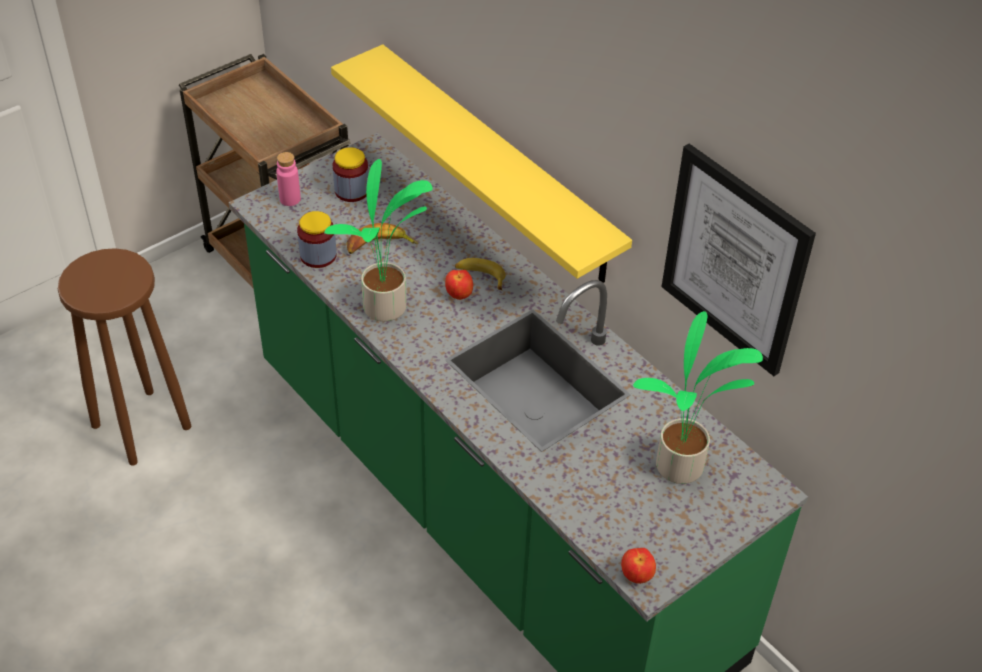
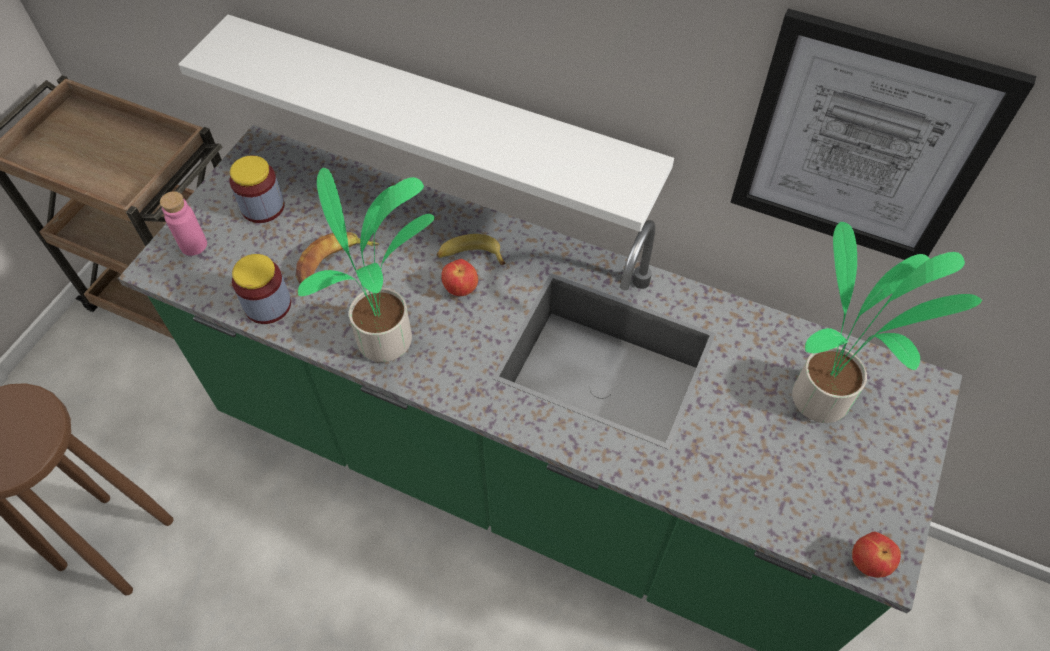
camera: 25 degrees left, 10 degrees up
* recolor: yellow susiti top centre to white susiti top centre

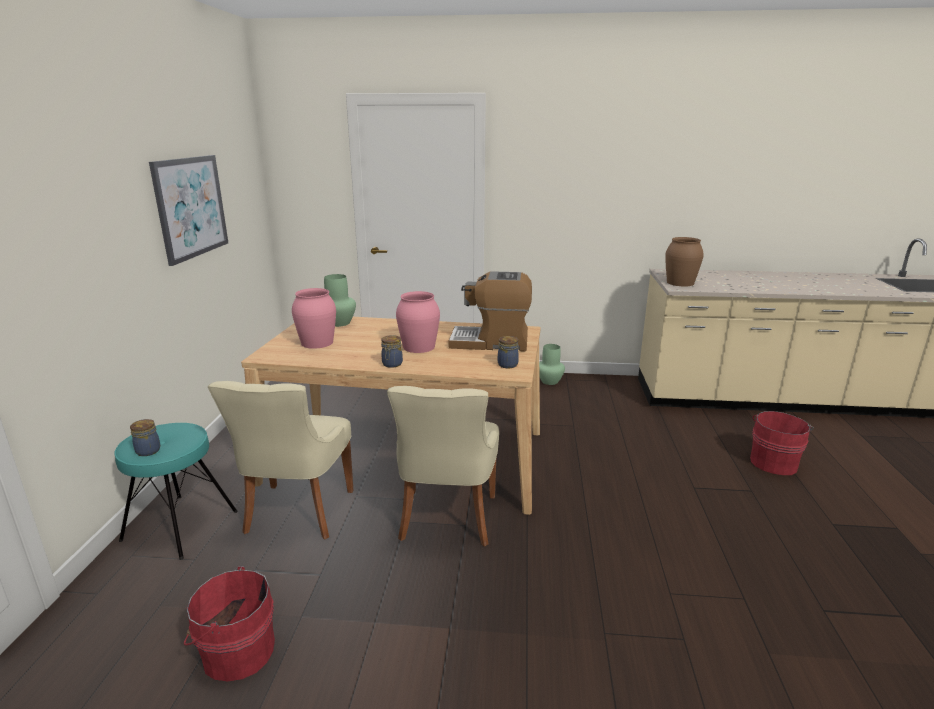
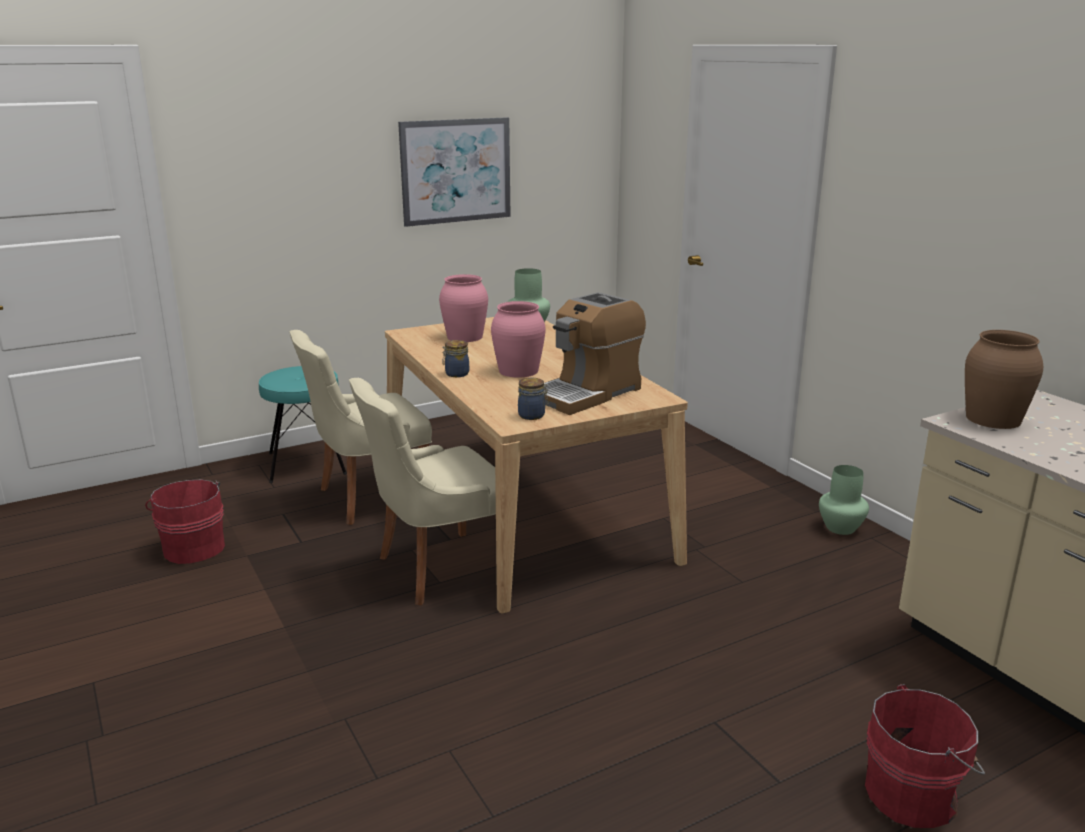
camera: 55 degrees right, 0 degrees up
* rotate: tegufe centre = centre 105 degrees counterclockwise
* delete: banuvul (1st from left) middle left

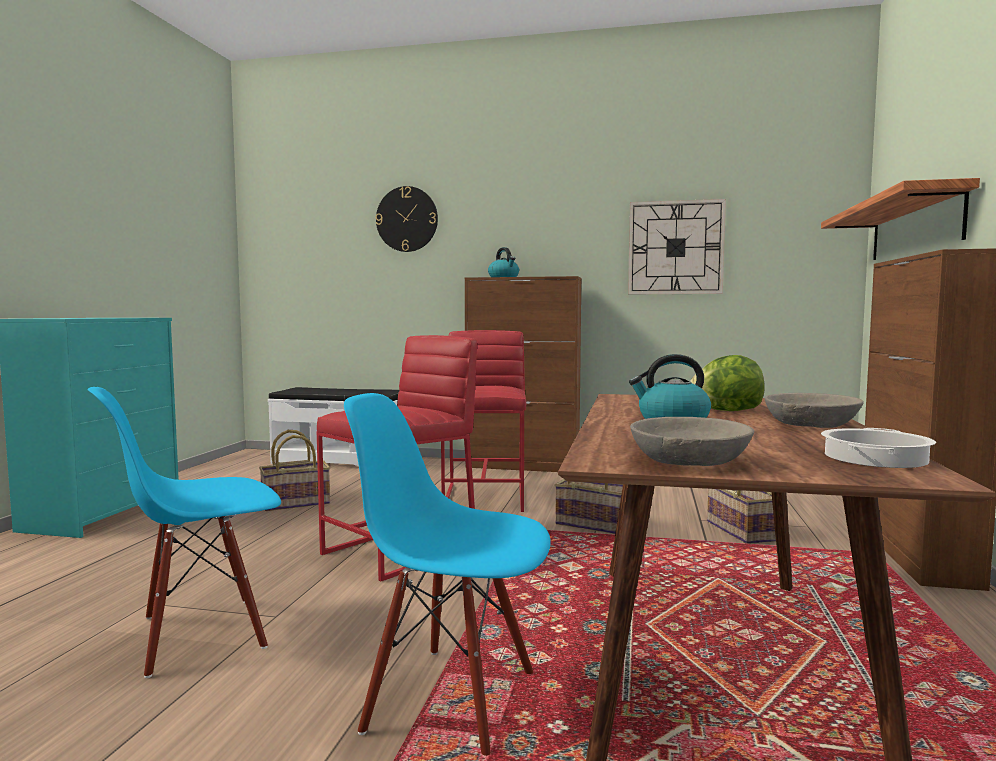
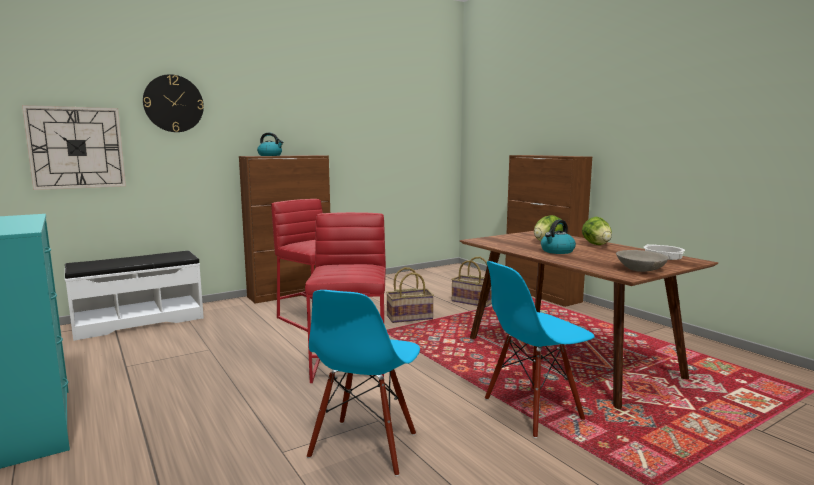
camera: 45 degrees left, 5 degrees up
* move: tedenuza (2nd from left in the first image) top right to tedenuza (1st from left) top left
* replace: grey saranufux (2nd from left) middle right to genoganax (2nd from left) middle right
* delete: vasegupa (1st from left) middle left
* delete: susiti top right

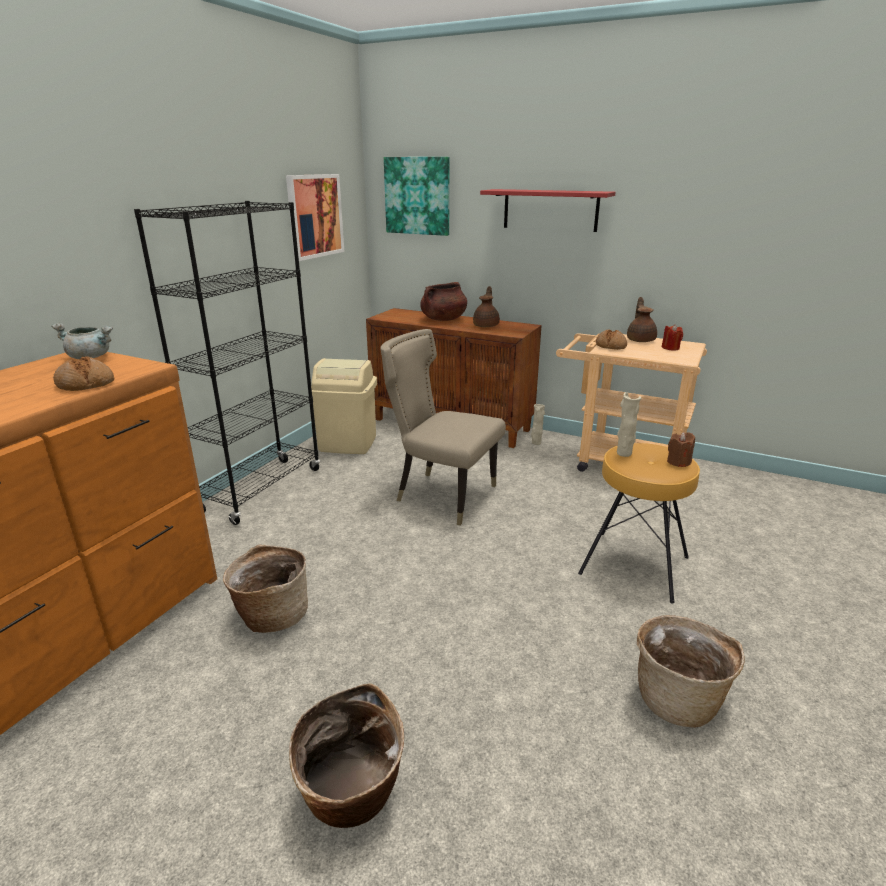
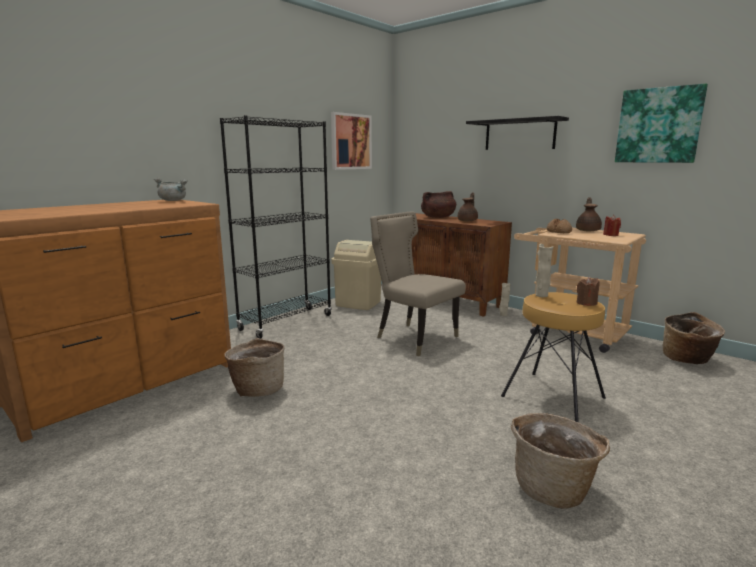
camera: 15 degrees right, 10 degrees down
* recolor: red susiti top centre to black susiti top right
* move: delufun (2nd from left) top centre to top right
* move: vasegupa (2nd from left in the first image) bottom centre to vasegupa (3rd from left) middle right
* delete: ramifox (1st from left) middle left

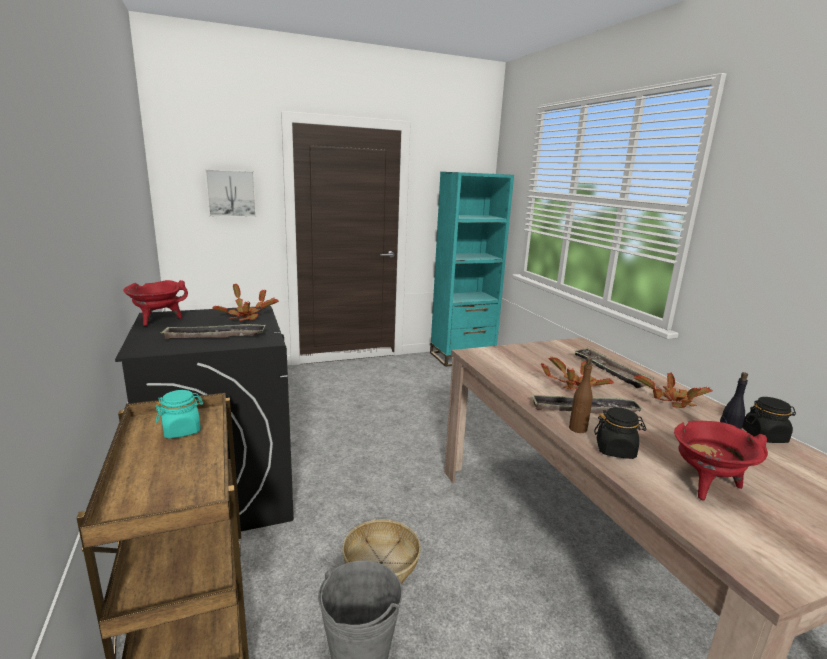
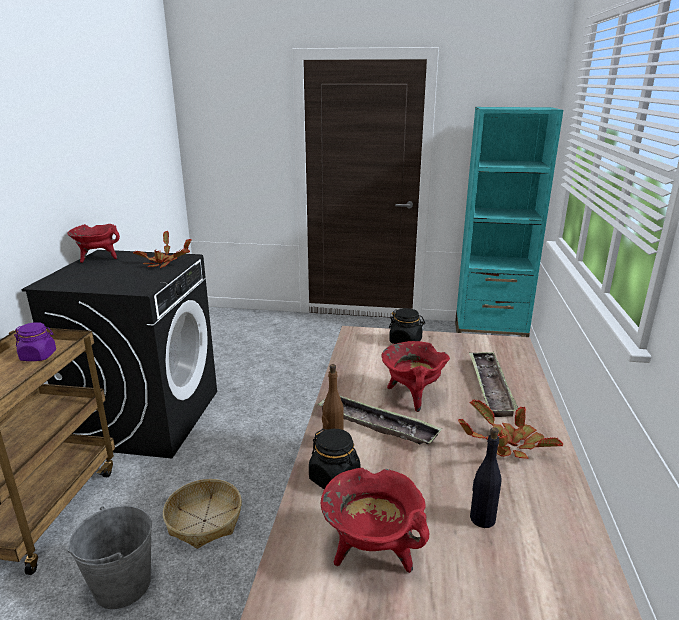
camera: 30 degrees right, 5 degrees up
* recolor: turquoise banuvul middle left to purple banuvul middle left
* replace: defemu (2nd from left) middle right to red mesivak (3rd from left) centre
* move: black banuvul (2nd from left) middle right to centre
* delete: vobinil (1st from left) middle left
* delete: delufun top left

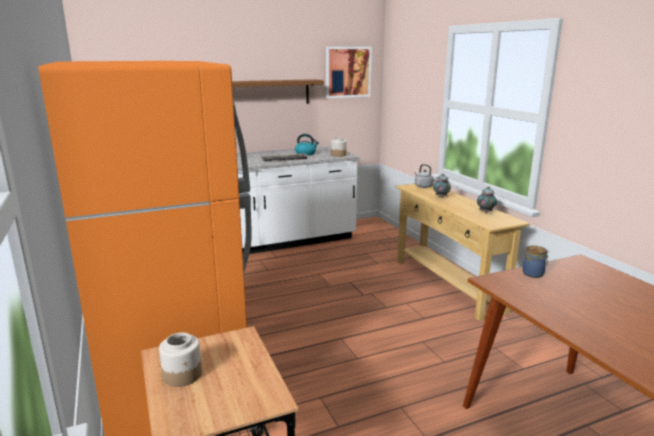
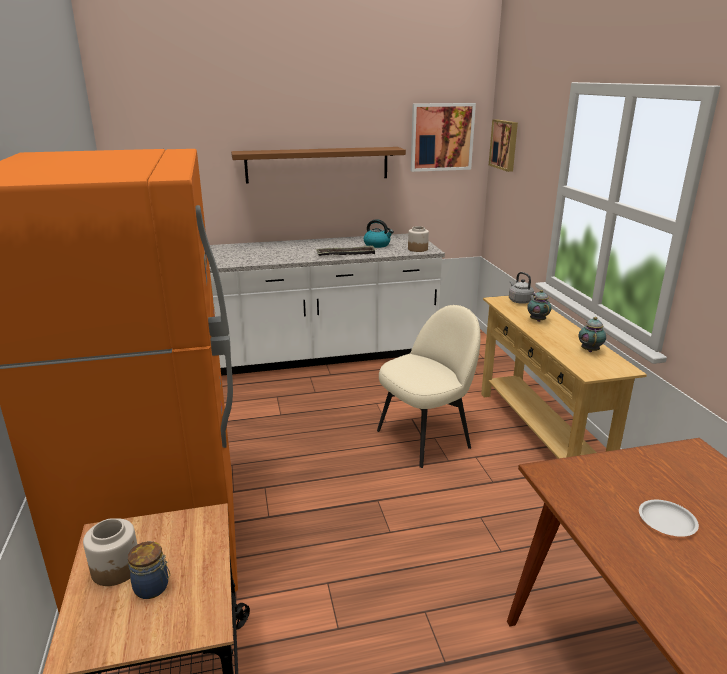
camera: 10 degrees right, 5 degrees up
* move: banuvul (3rd from left in the first image) middle right to banuvul (2nd from left) bottom left
* insert: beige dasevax centre
* insert: delufun (2nd from left) top right
* insert: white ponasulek bottom right

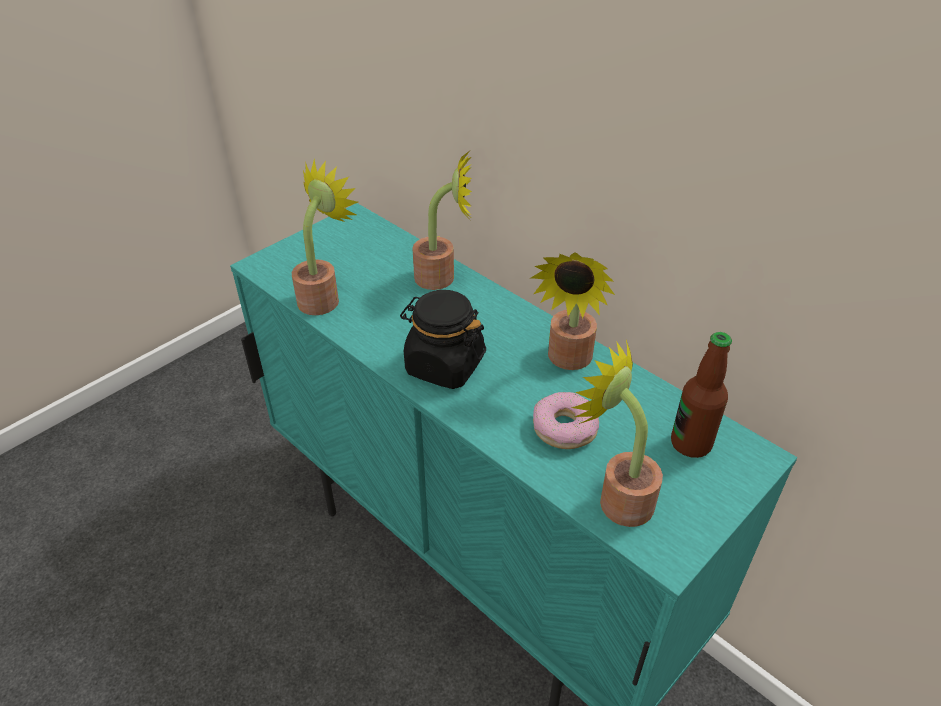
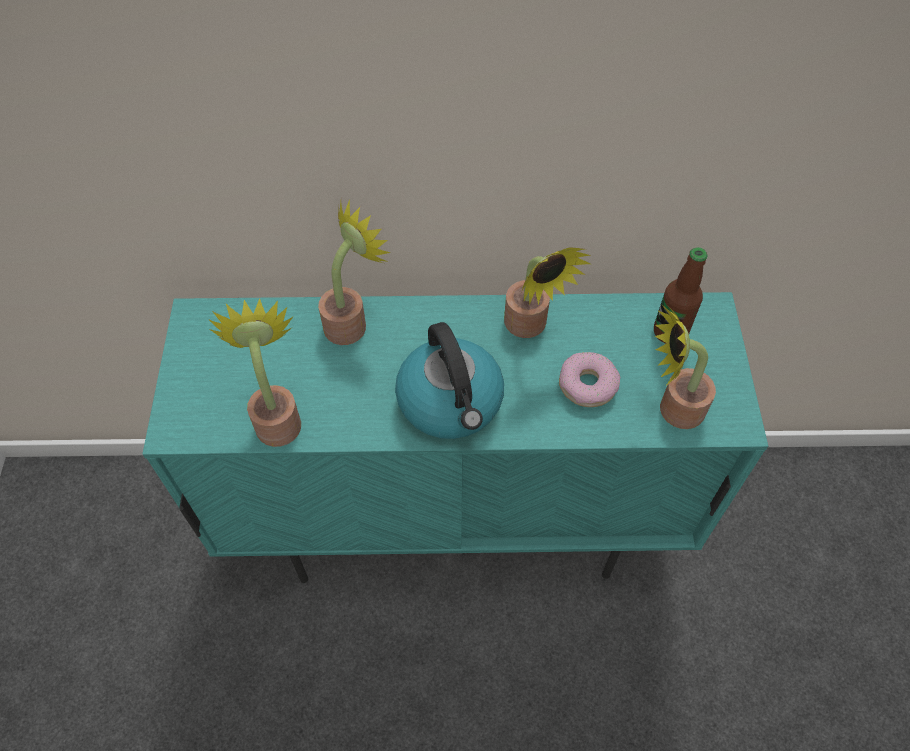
camera: 45 degrees left, 15 degrees up
* replace: black banuvul centre to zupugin centre

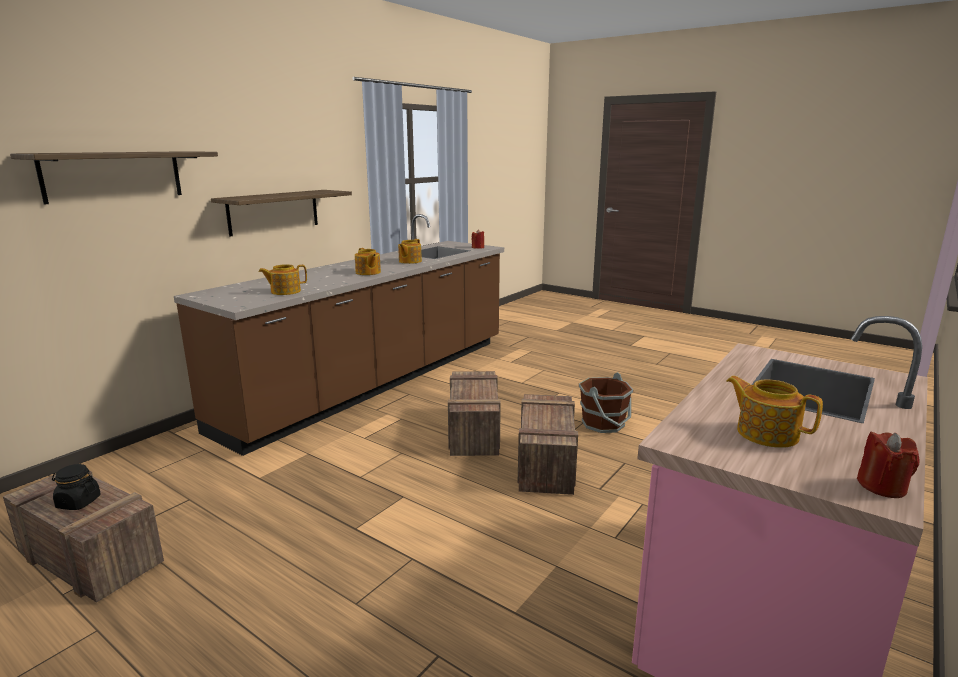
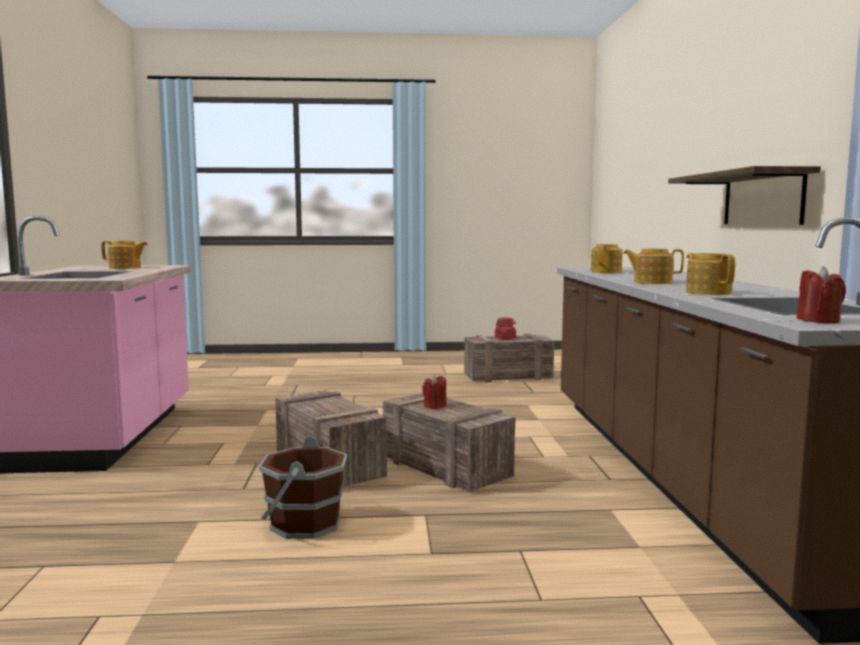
camera: 140 degrees right, 10 degrees down
* move: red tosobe (2nd from left in the first image) bottom right to red tosobe (1st from left) centre
* recolor: black banuvul bottom left to red banuvul centre
* delete: susiti (1st from left) top left

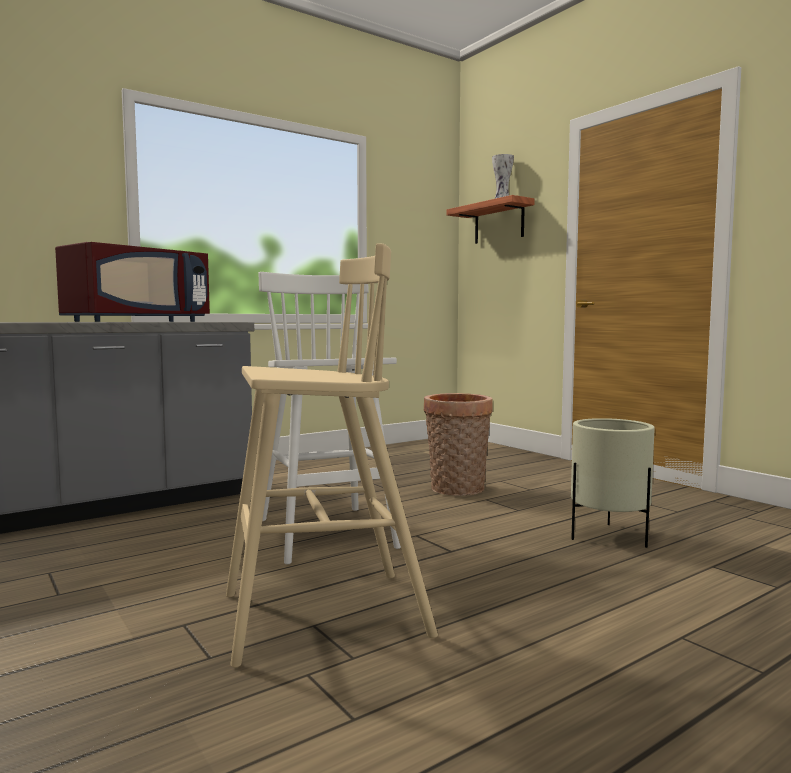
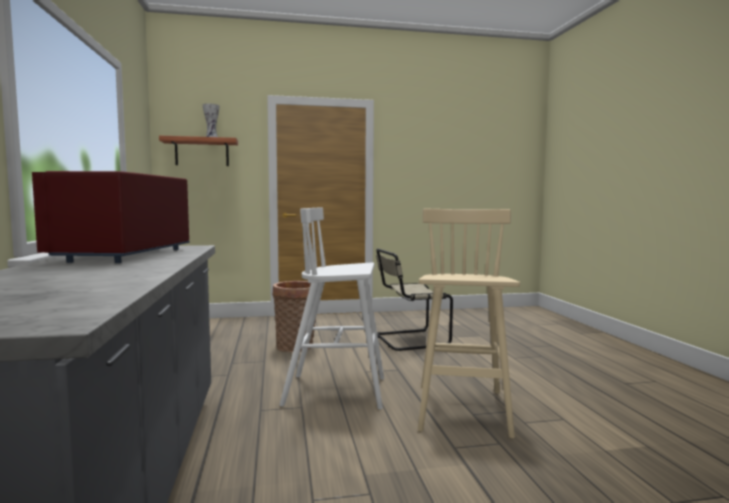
camera: 65 degrees left, 0 degrees up
* rotate: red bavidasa middle left = middle left 150 degrees counterclockwise
* replace: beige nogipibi middle right to beige dasevax centre

